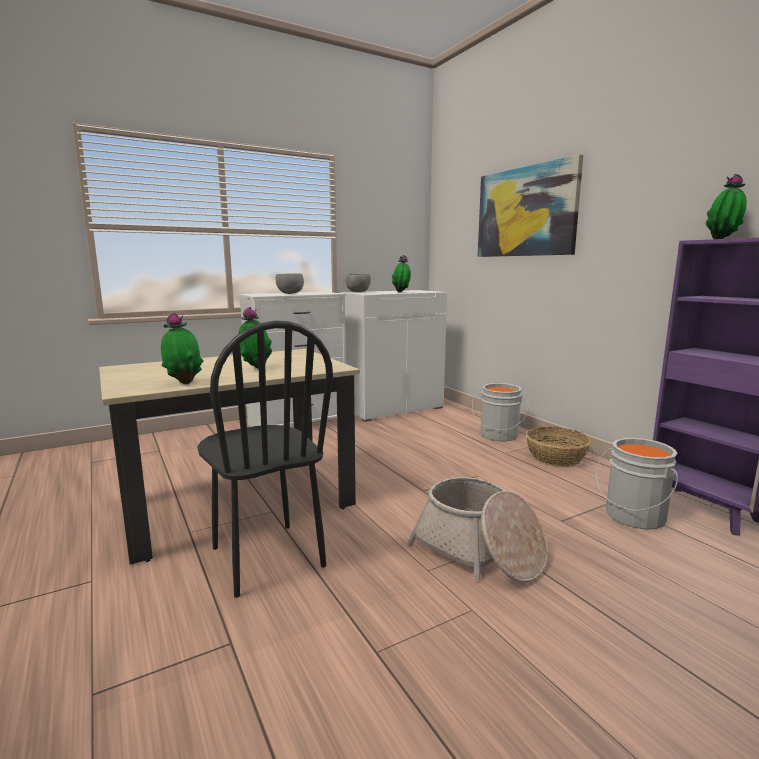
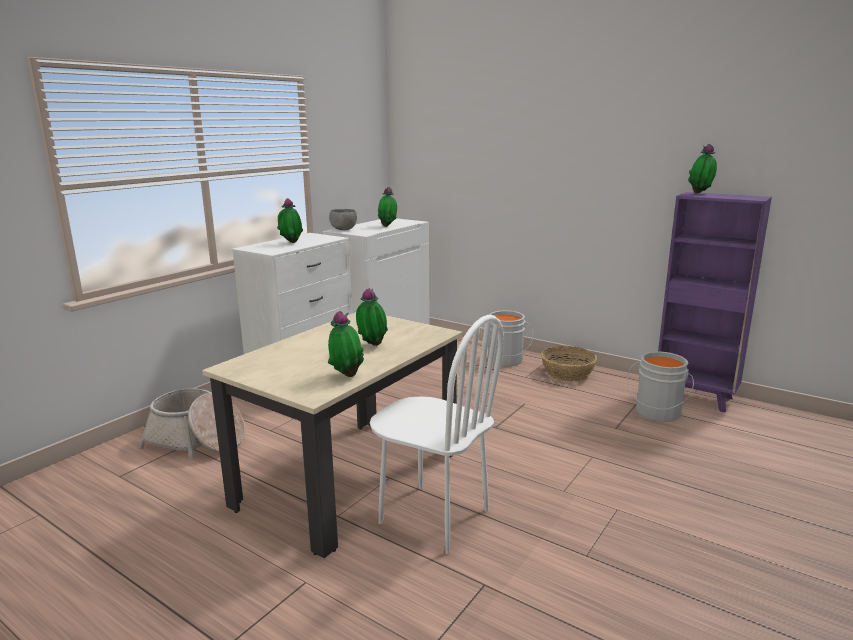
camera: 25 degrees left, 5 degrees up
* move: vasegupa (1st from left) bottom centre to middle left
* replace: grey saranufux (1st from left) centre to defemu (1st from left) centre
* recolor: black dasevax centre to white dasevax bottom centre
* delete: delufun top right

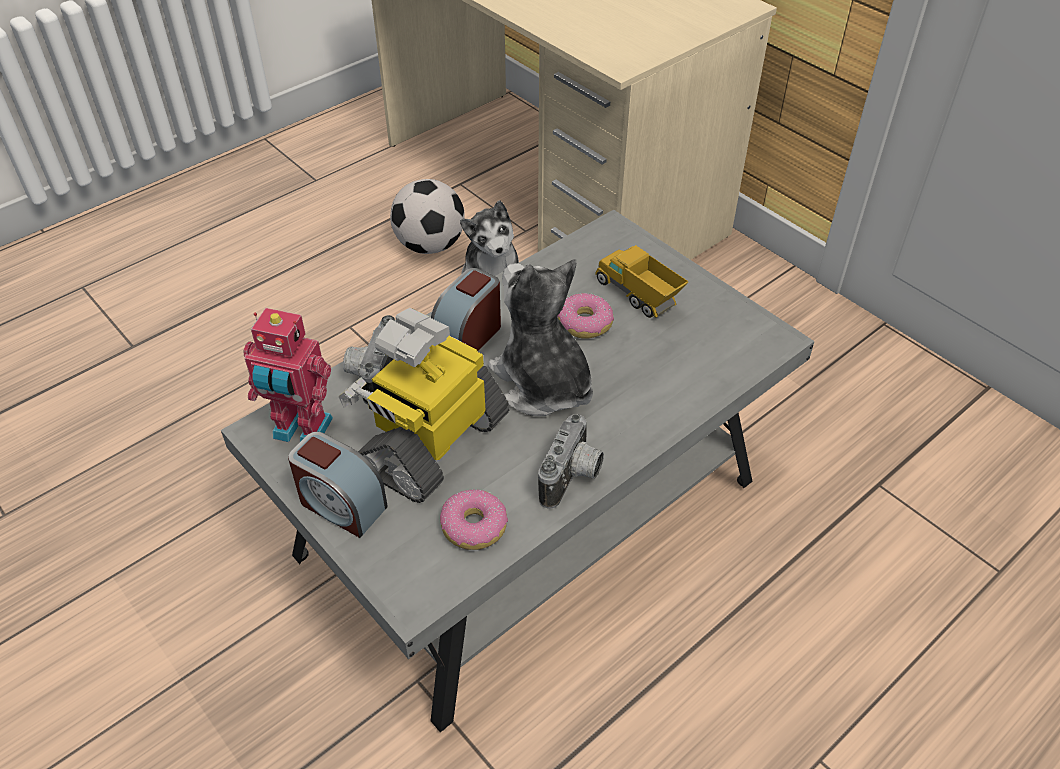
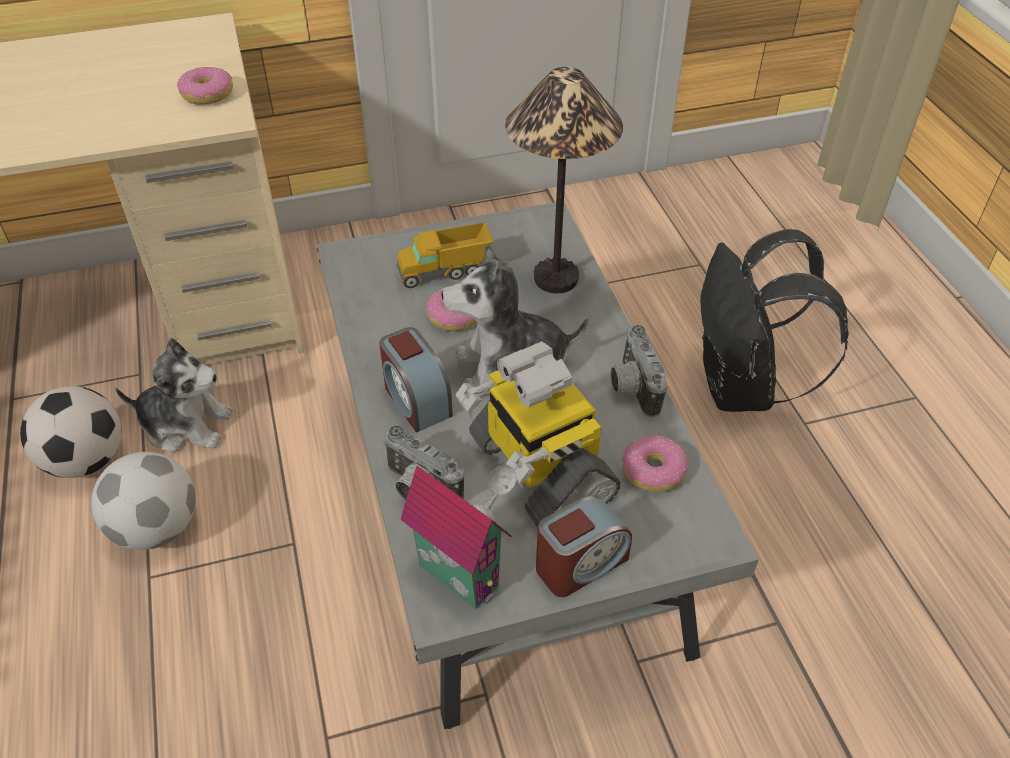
camera: 65 degrees left, 0 degrees up
* insert: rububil (2nd from left) middle left
* insert: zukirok (1st from left) top left
* replace: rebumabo (1st from left) middle left to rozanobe bottom centre
* insert: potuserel top centre
* rotate: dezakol (2nd from left) centre = centre 150 degrees counterclockwise
* insert: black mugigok middle right

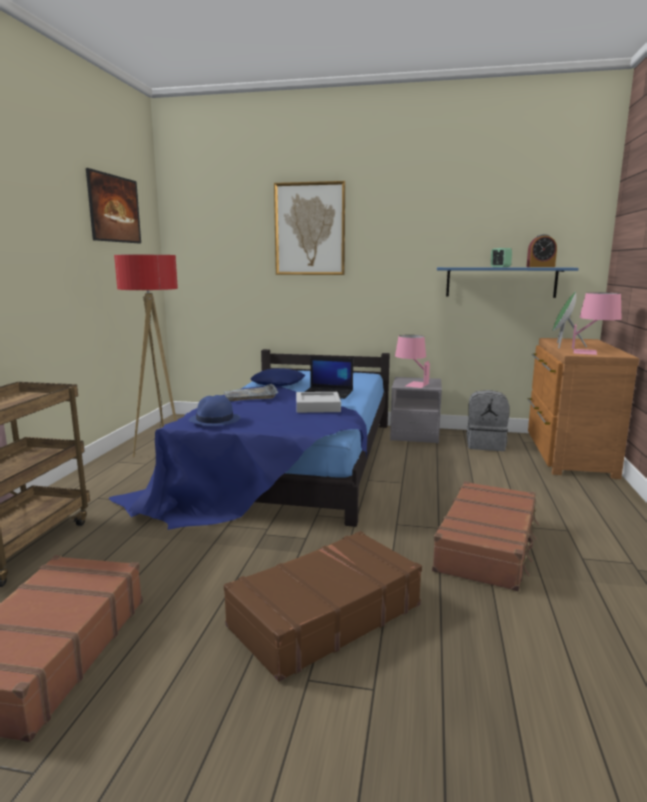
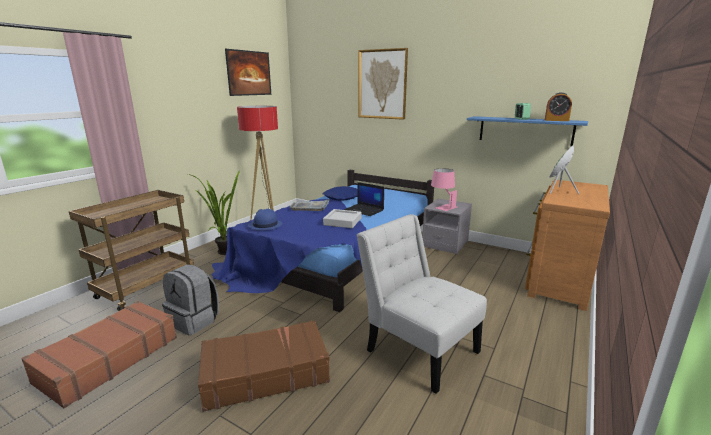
camera: 20 degrees right, 5 degrees up
* move: grey mugigok middle right to bottom left
* insert: defemu middle left
* replace: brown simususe (3rd from left) bottom right to white dasevax bottom centre
* delete: pink potuserel (2nd from left) middle right

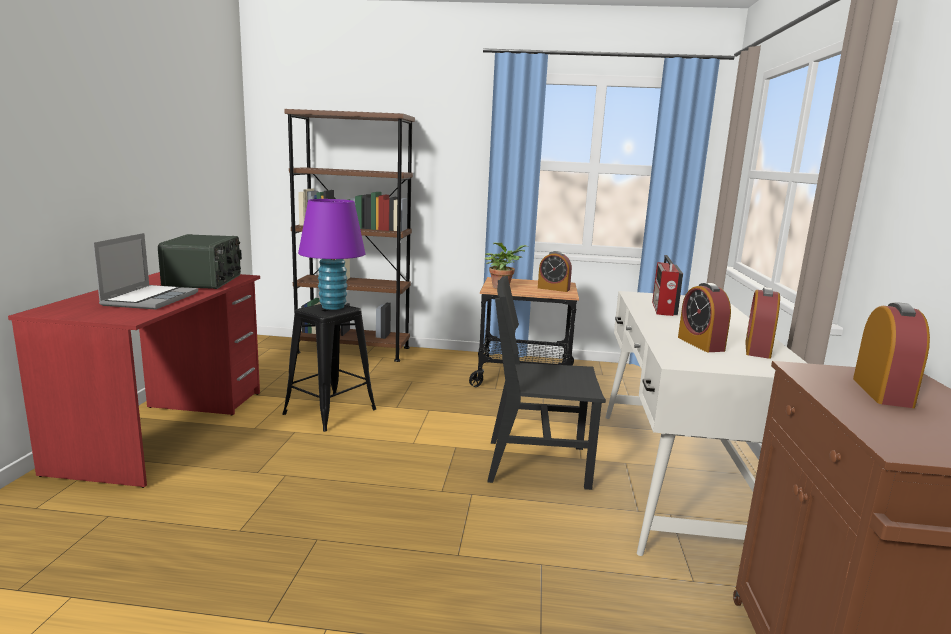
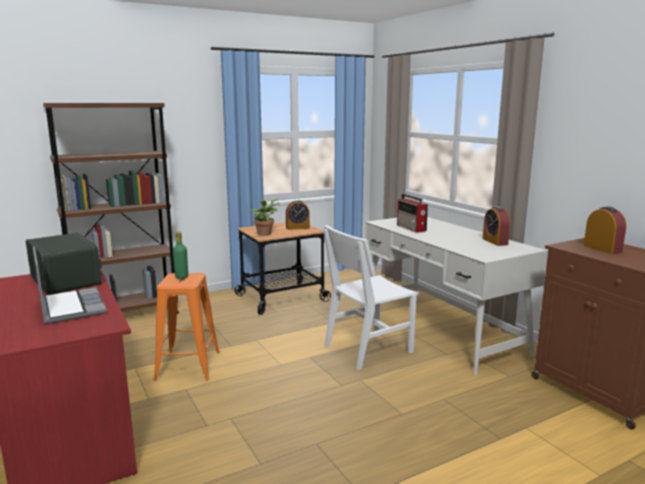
camera: 35 degrees left, 0 degrees up
* recolor: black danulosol centre to orange danulosol bottom left
* replace: purple potuserel centre to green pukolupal middle left
* recolor: black dasevax centre to white dasevax centre
* delete: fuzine (2nd from left) middle right

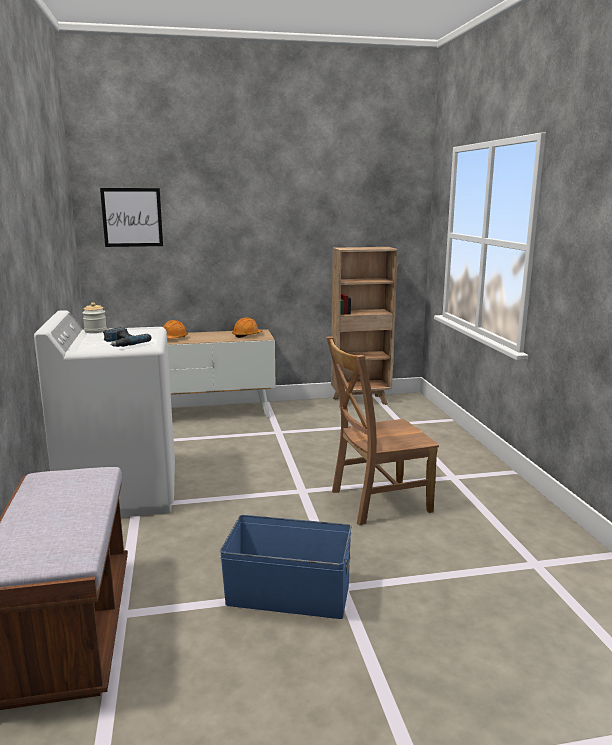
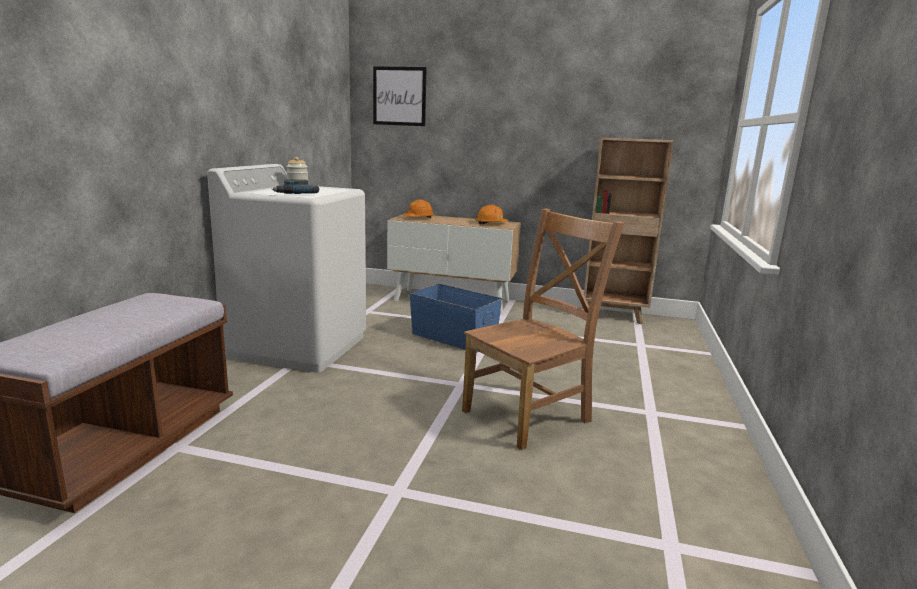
camera: 25 degrees right, 0 degrees up
* move: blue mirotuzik bottom centre to centre
* rotate: brown dasevax centre = centre 135 degrees clockwise

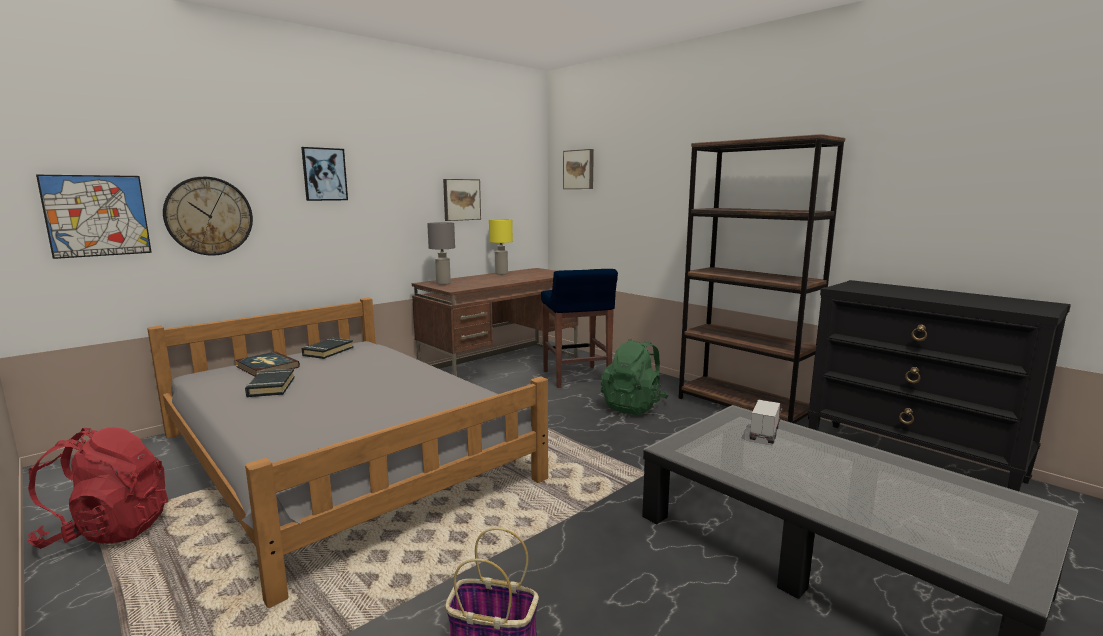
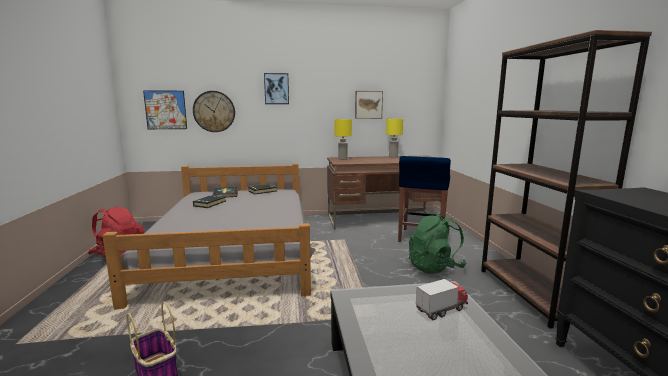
camera: 35 degrees right, 0 degrees up
* recolor: grey potuserel centre to yellow potuserel (1st from left) centre
* delete: delufun (4th from left) top centre

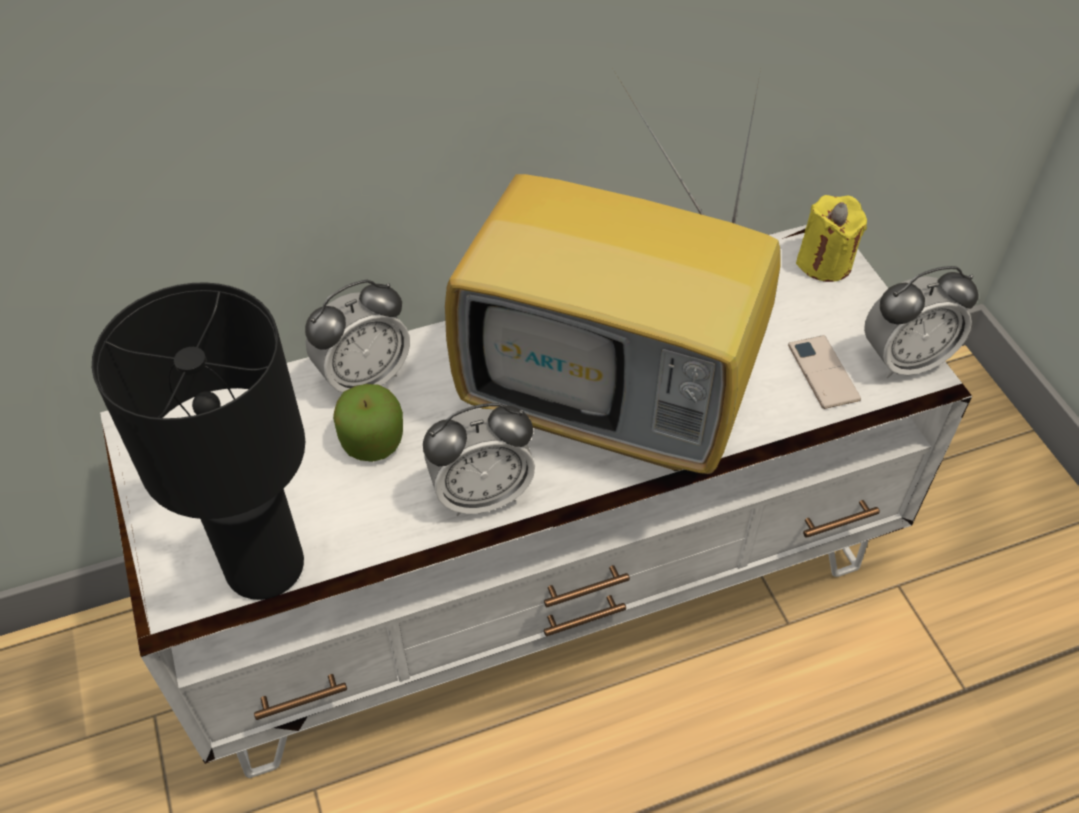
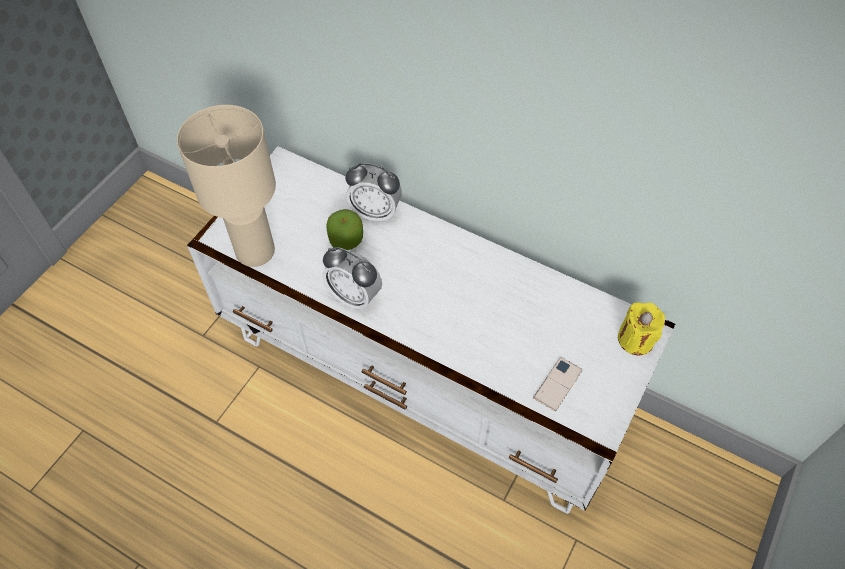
camera: 50 degrees right, 5 degrees up
* recolor: black potuserel middle left to beige potuserel top left
* delete: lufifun centre
* delete: fuzine (3rd from left) middle right

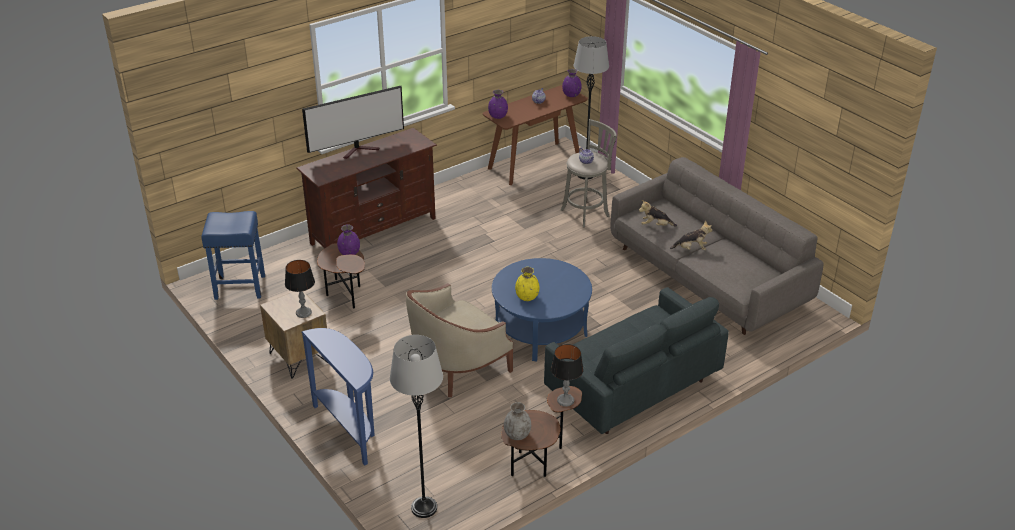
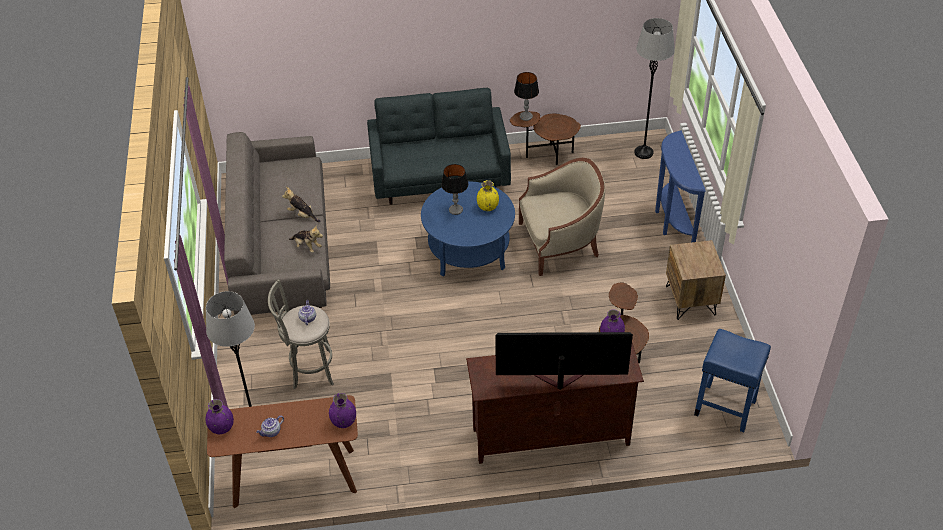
camera: 150 degrees left, 10 degrees up
* move: potuserel (1st from left) middle left to centre
* delete: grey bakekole bottom centre

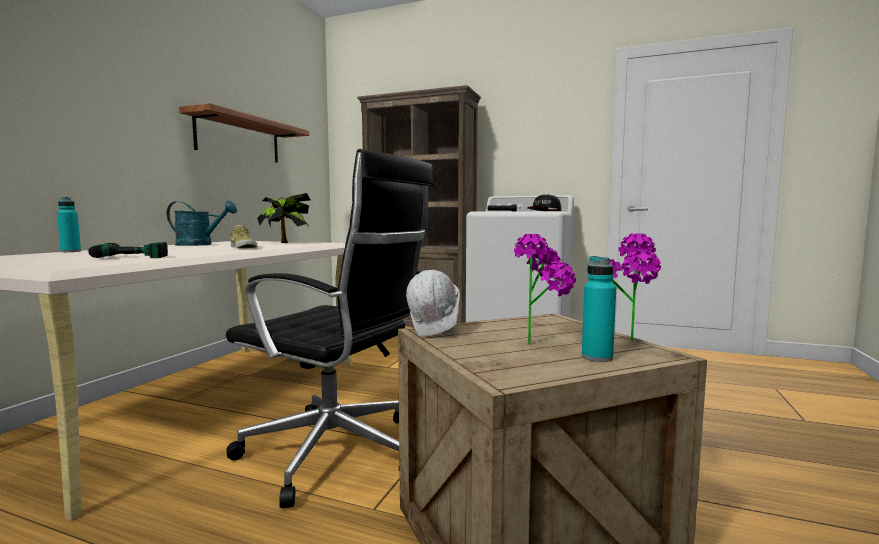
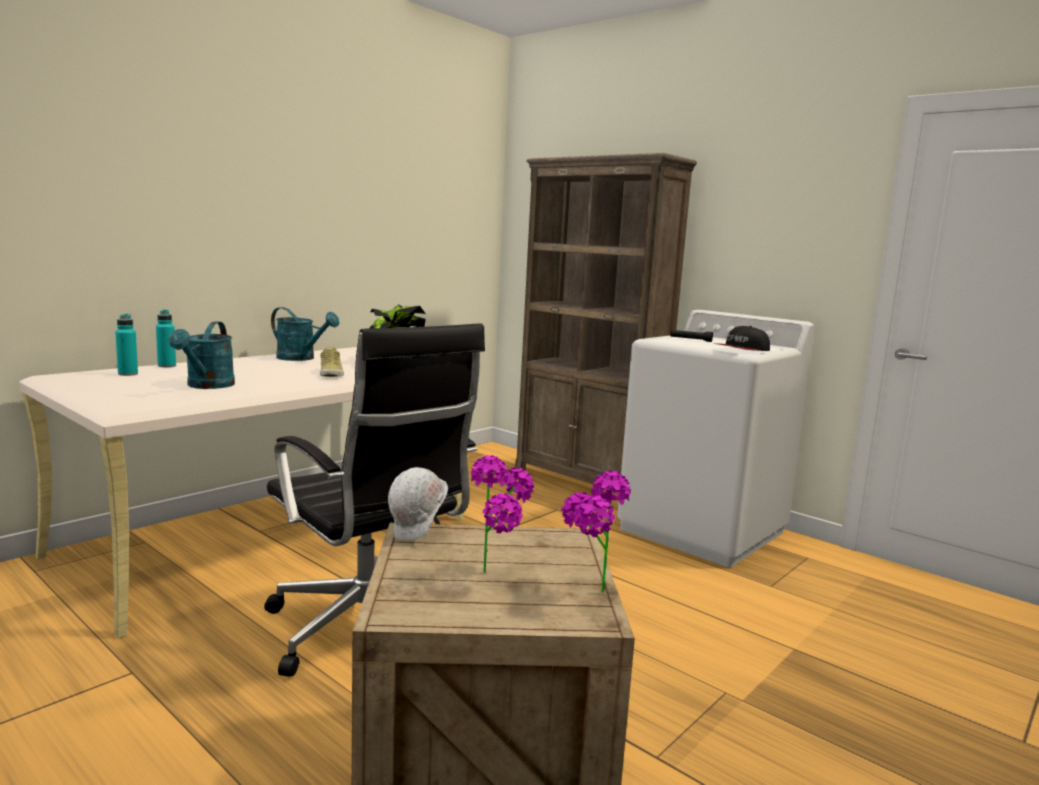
camera: 20 degrees right, 5 degrees up
* move: turquoise pukolupal (2nd from left in the first image) middle right to turquoise pukolupal (1st from left) middle left
* replace: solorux middle left to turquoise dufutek (1st from left) middle left
* delete: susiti top left

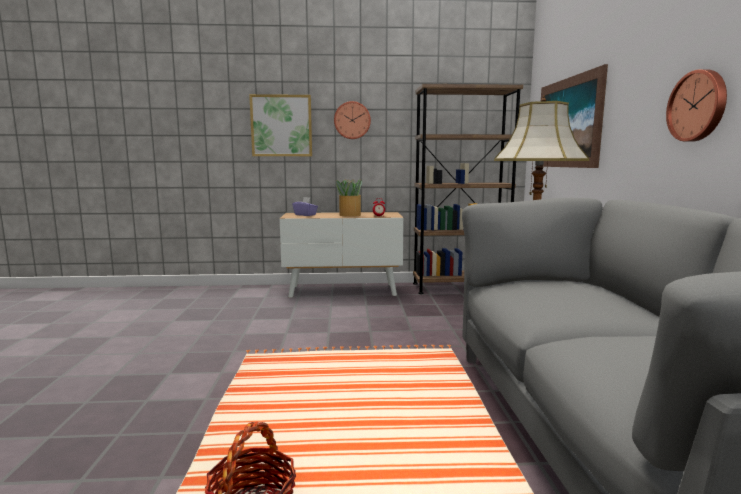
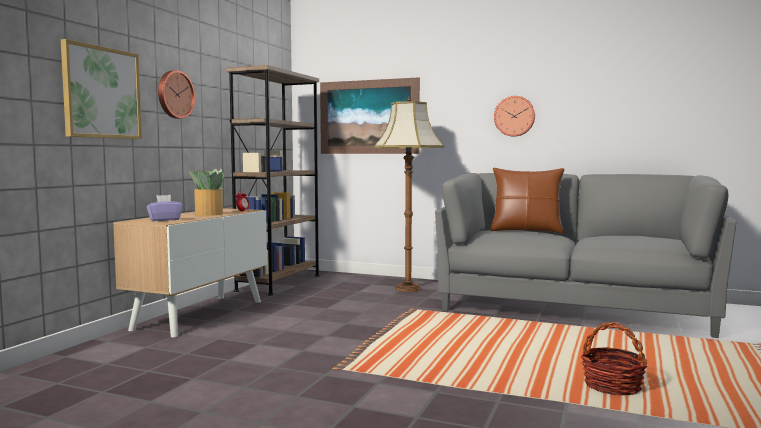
camera: 65 degrees left, 5 degrees down
* insert: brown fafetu middle right

